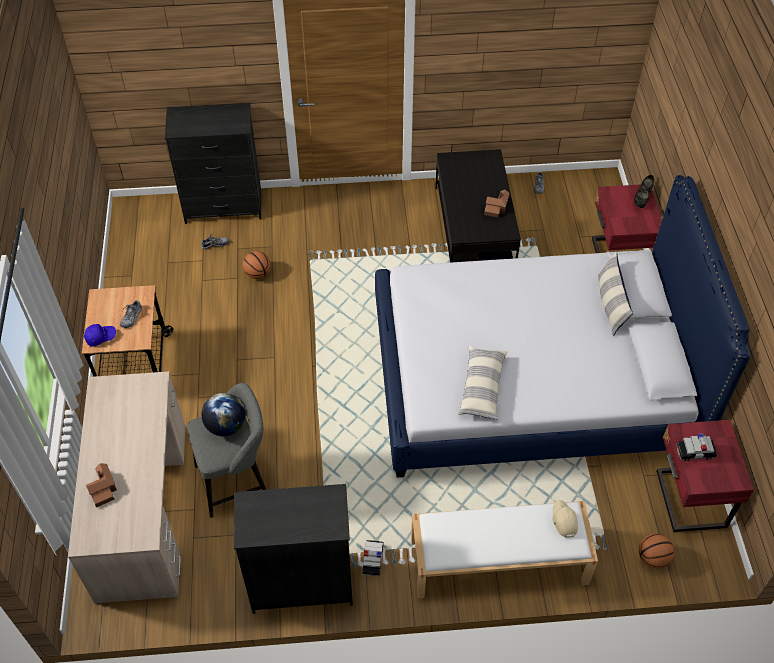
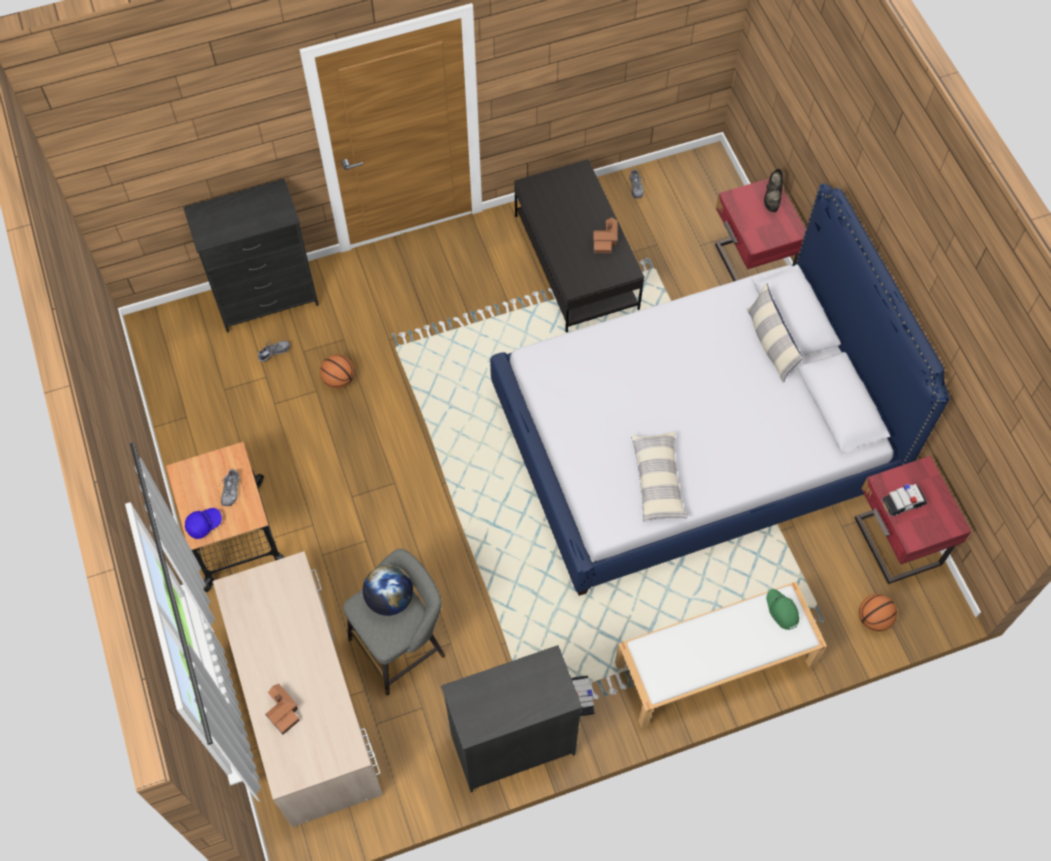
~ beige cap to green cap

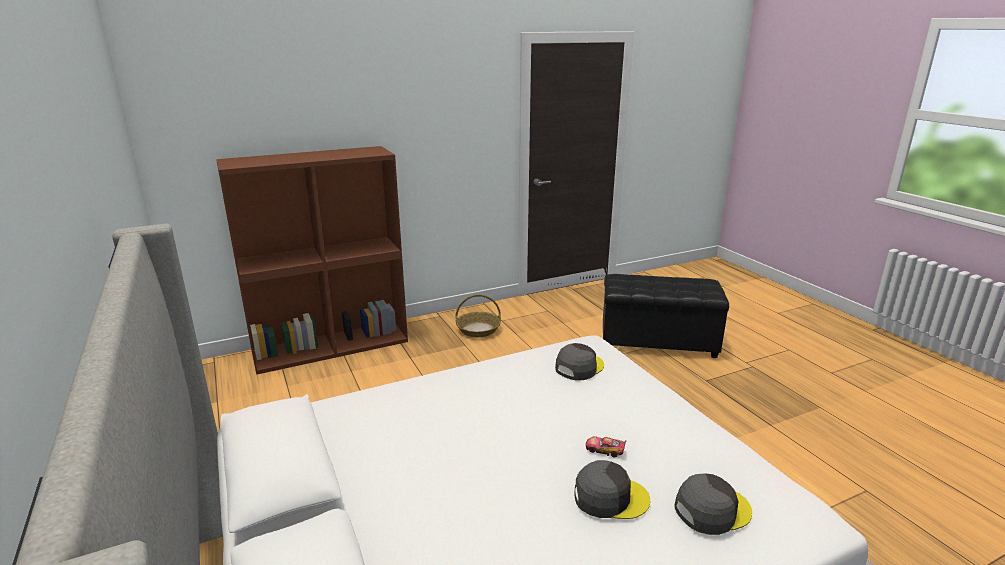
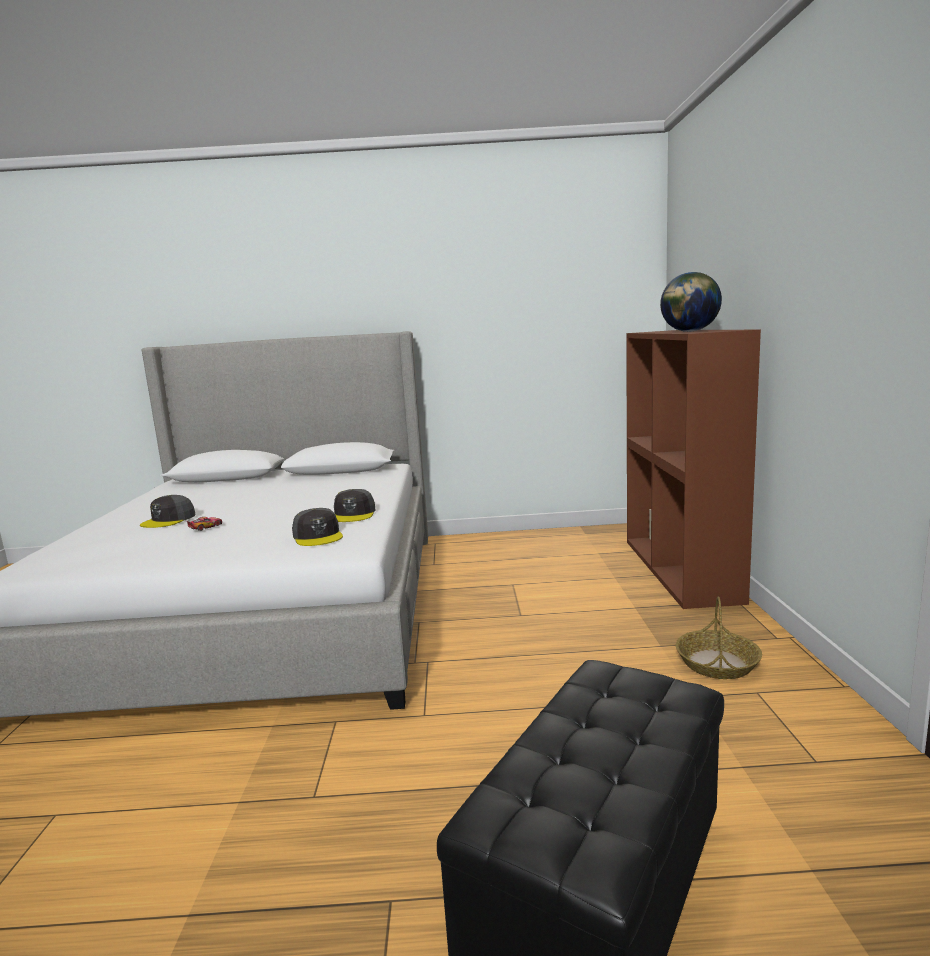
~ grey cap (no. 3 from left)
+ globe

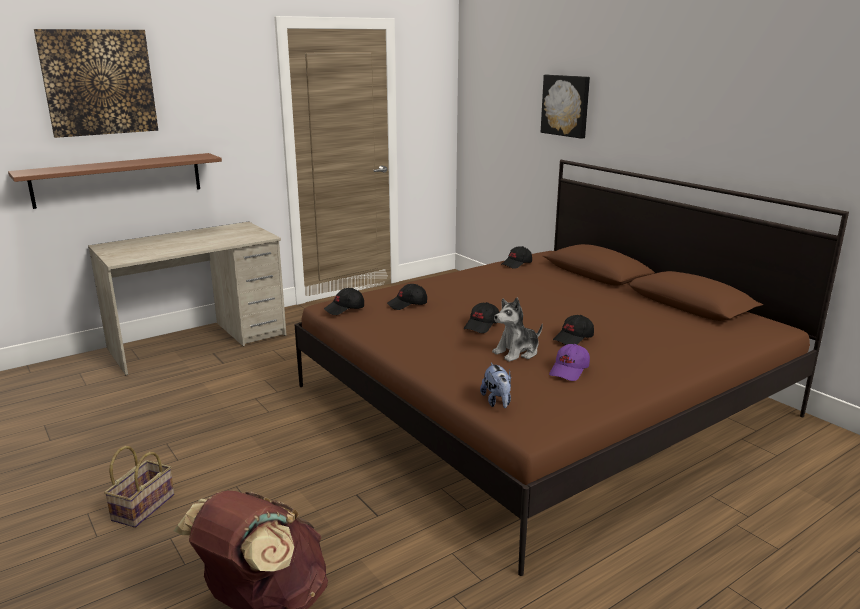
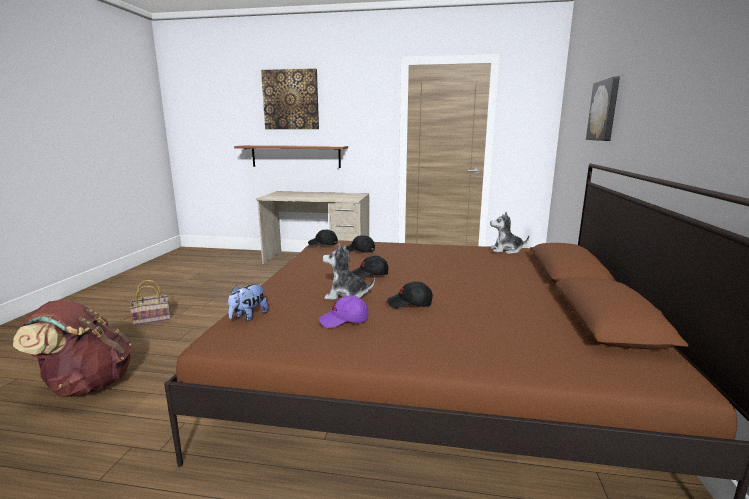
~ black cap (no. 4 from left) to plush toy (no. 3 from left)

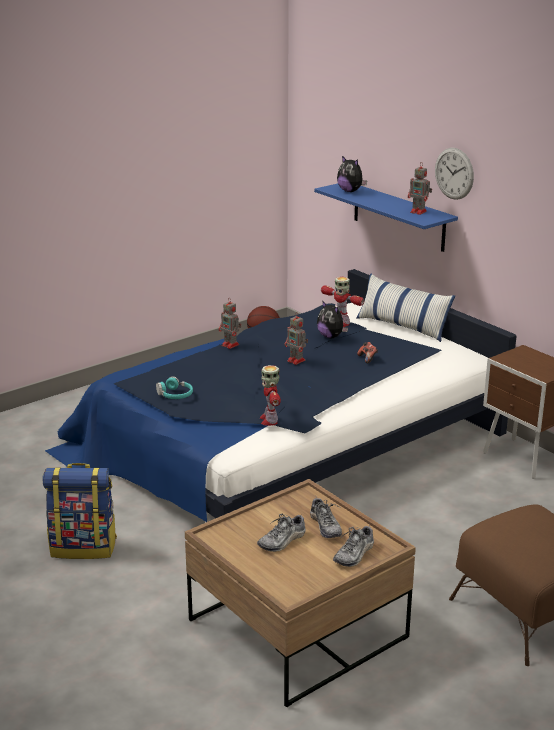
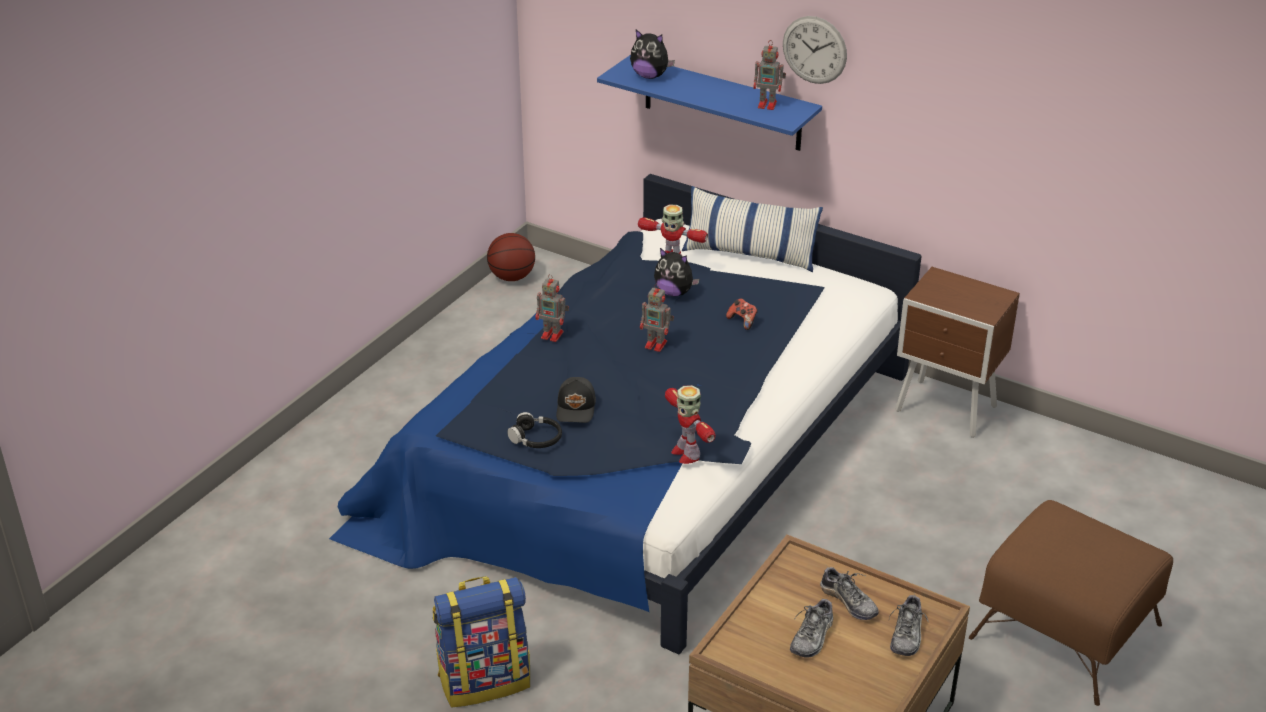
~ turquoise headphones to black headphones
+ black cap

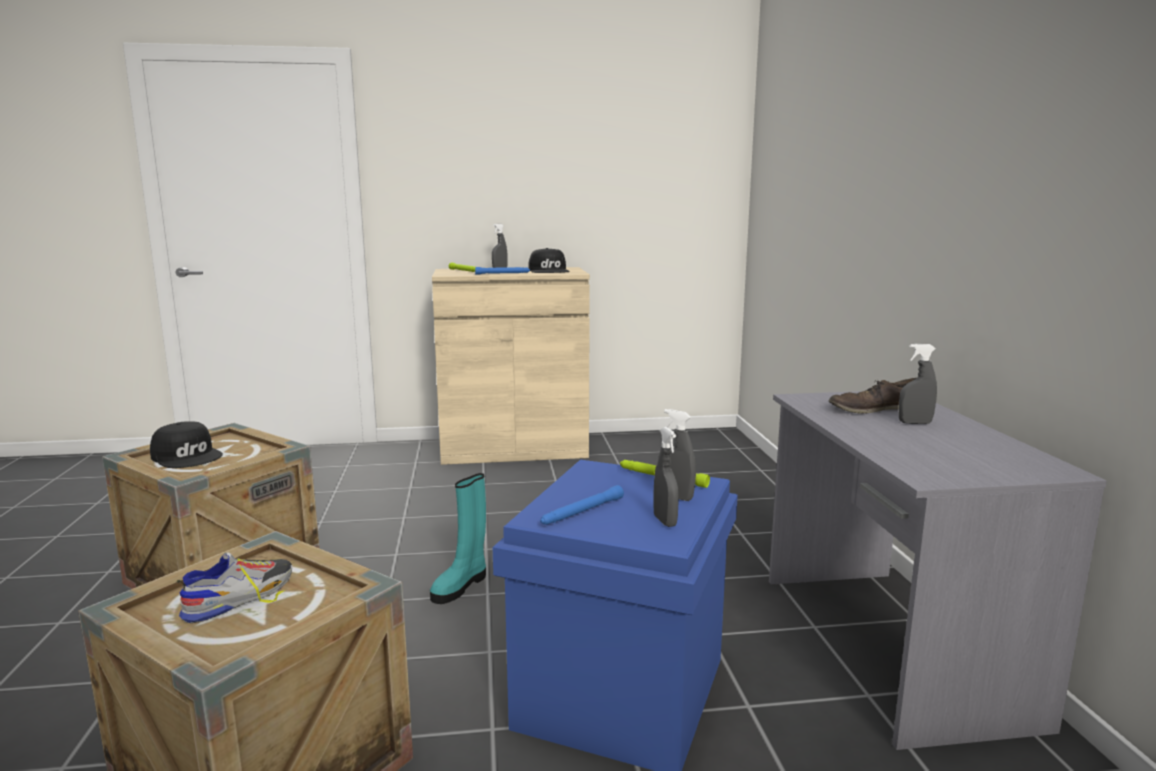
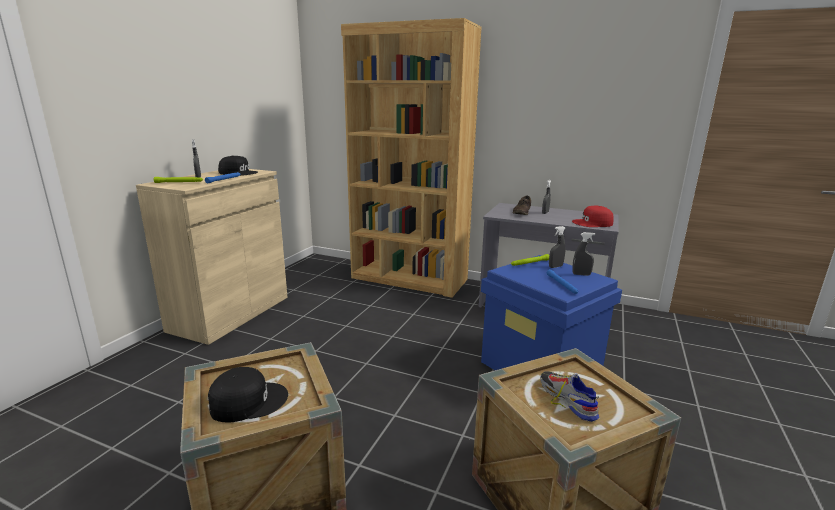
+ brown bookcase
+ red cap
- turquoise boot

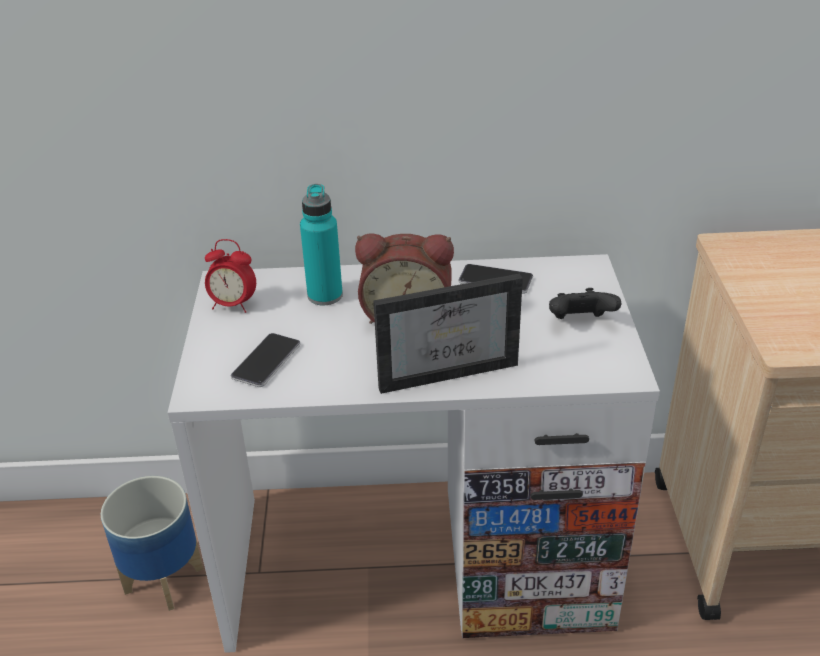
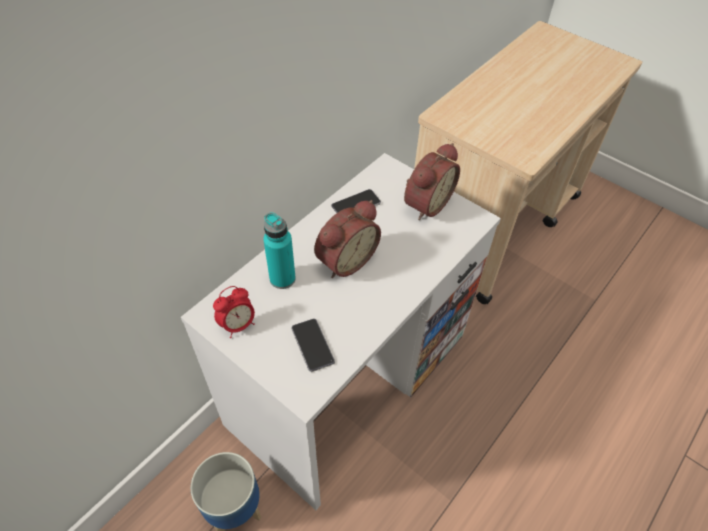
~ black game controller to alarm clock (no. 3 from left)
- picture frame

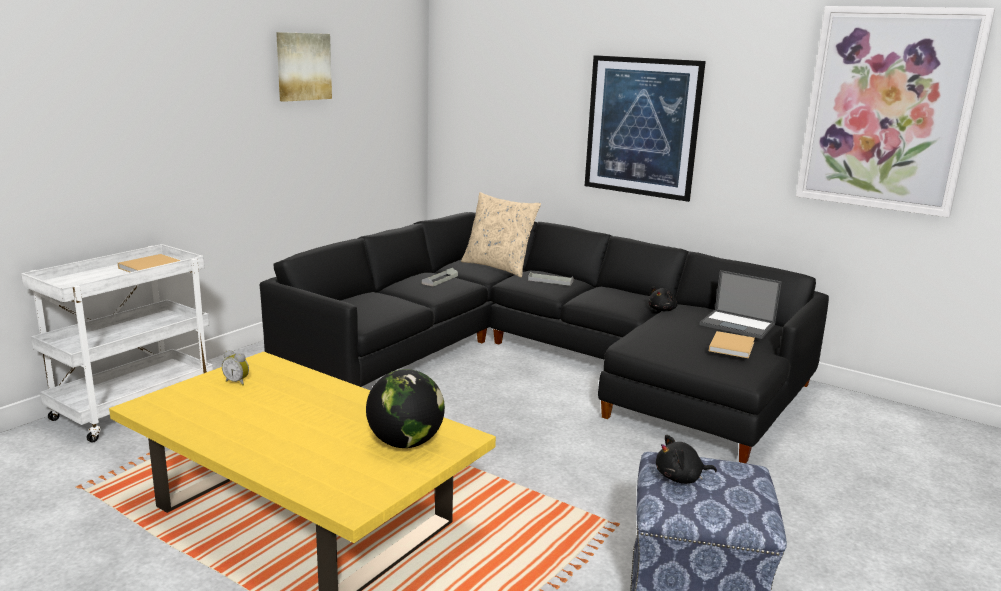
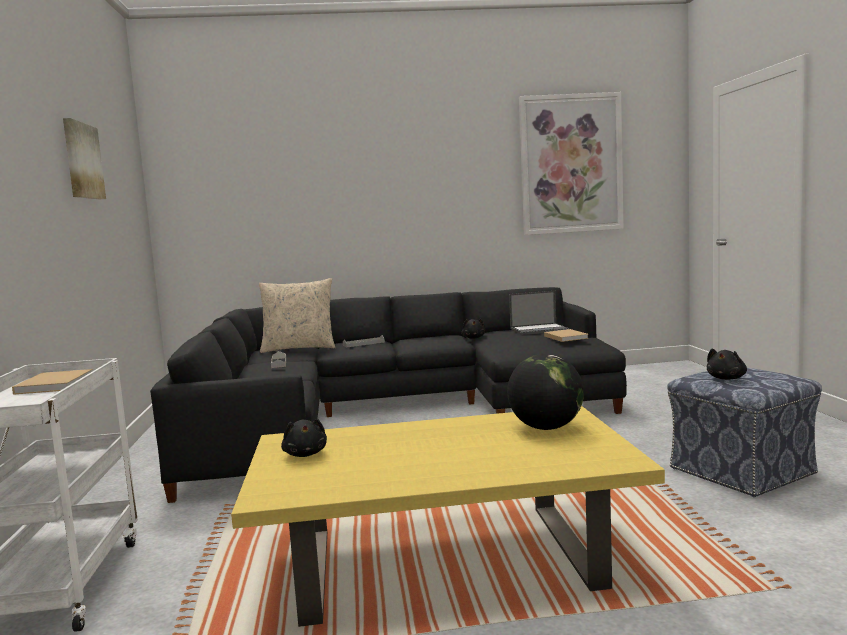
~ alarm clock to black plush toy (no. 1 from left)
- picture (no. 2 from left)

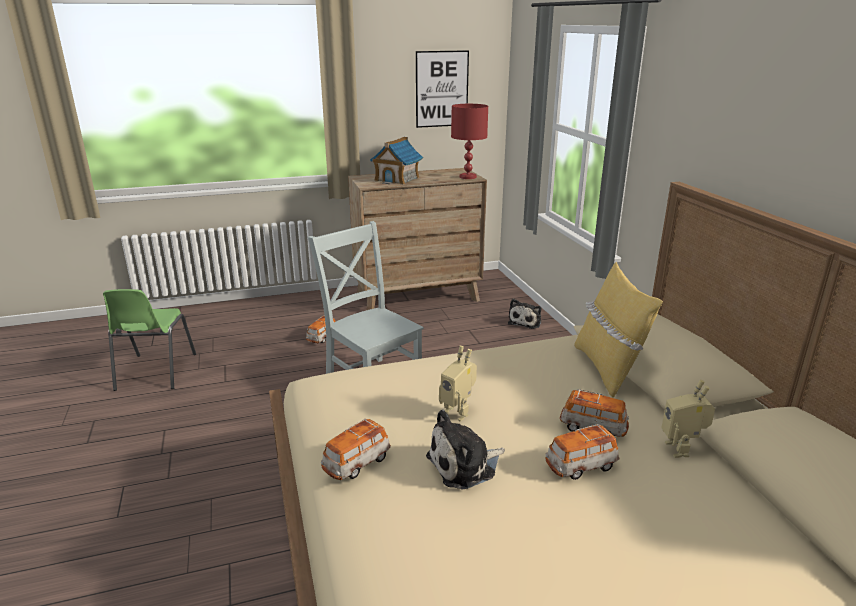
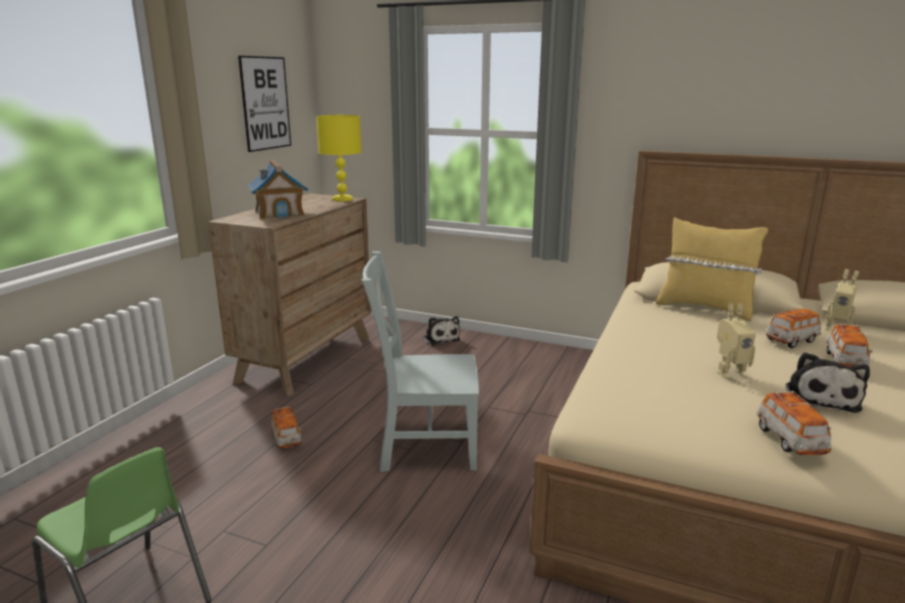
~ red table lamp to yellow table lamp

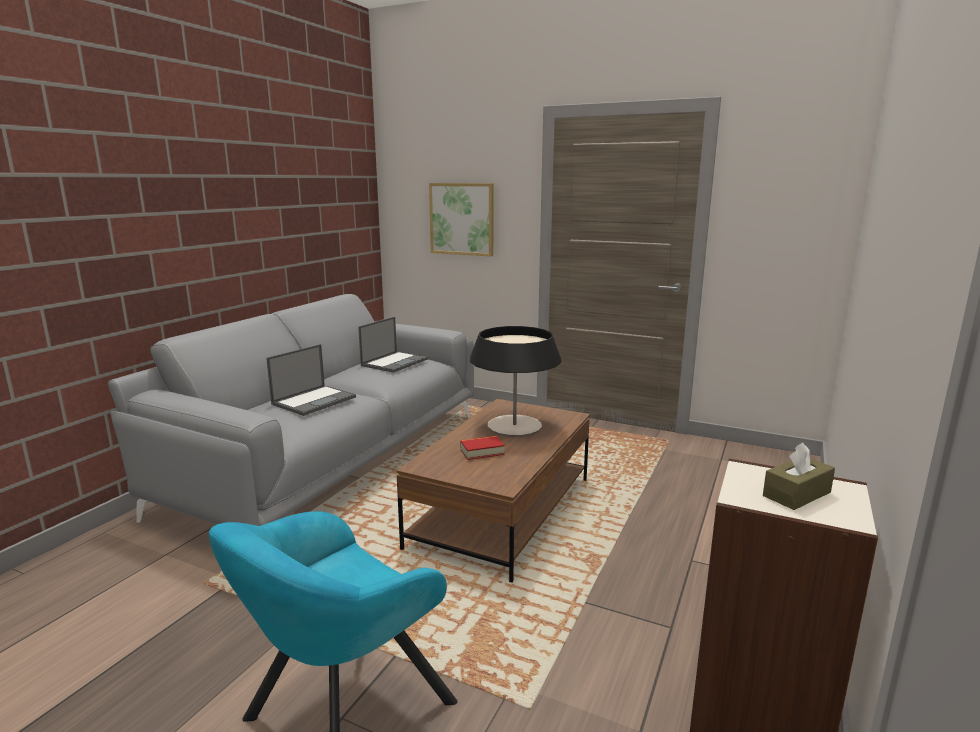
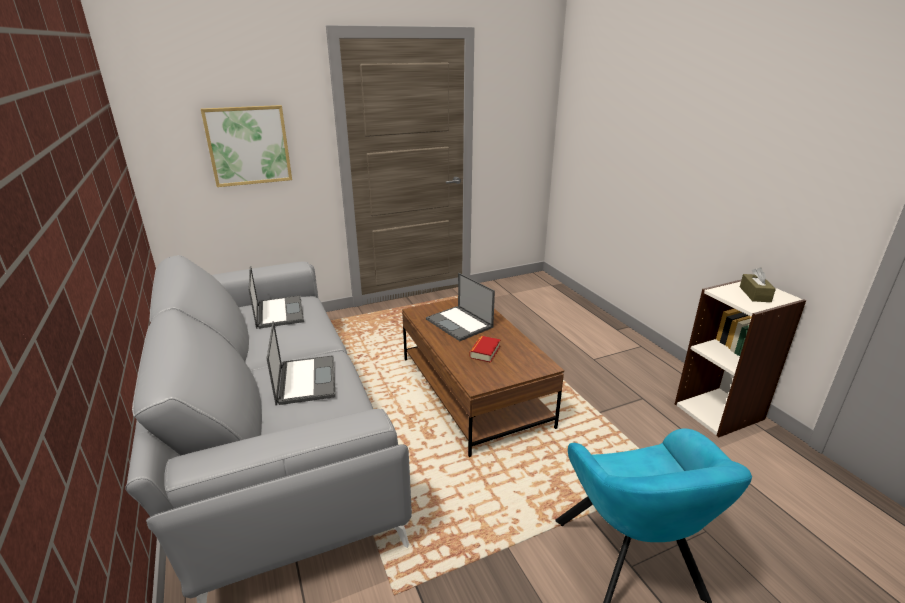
~ table lamp to laptop (no. 3 from left)

